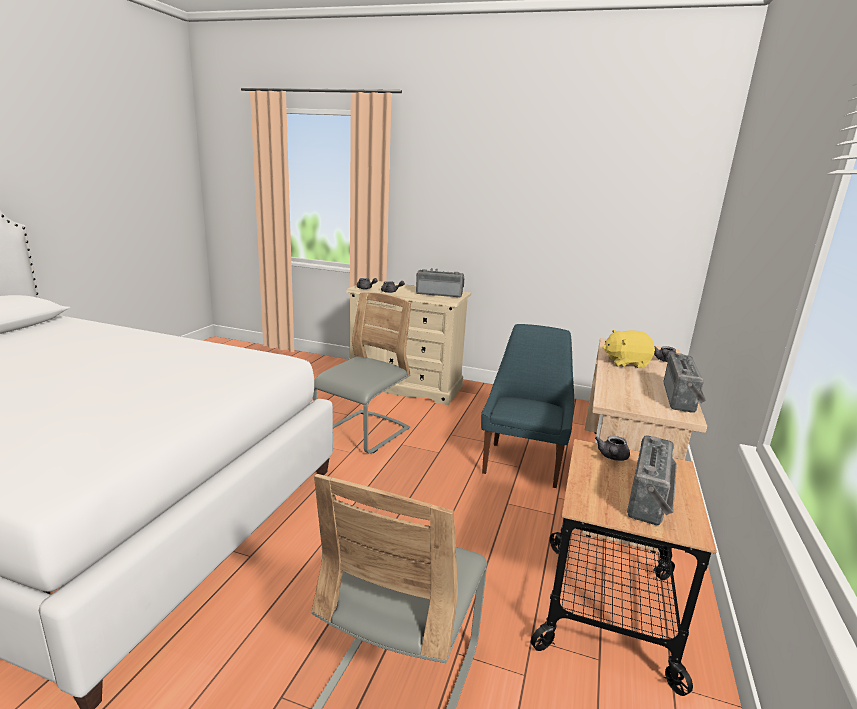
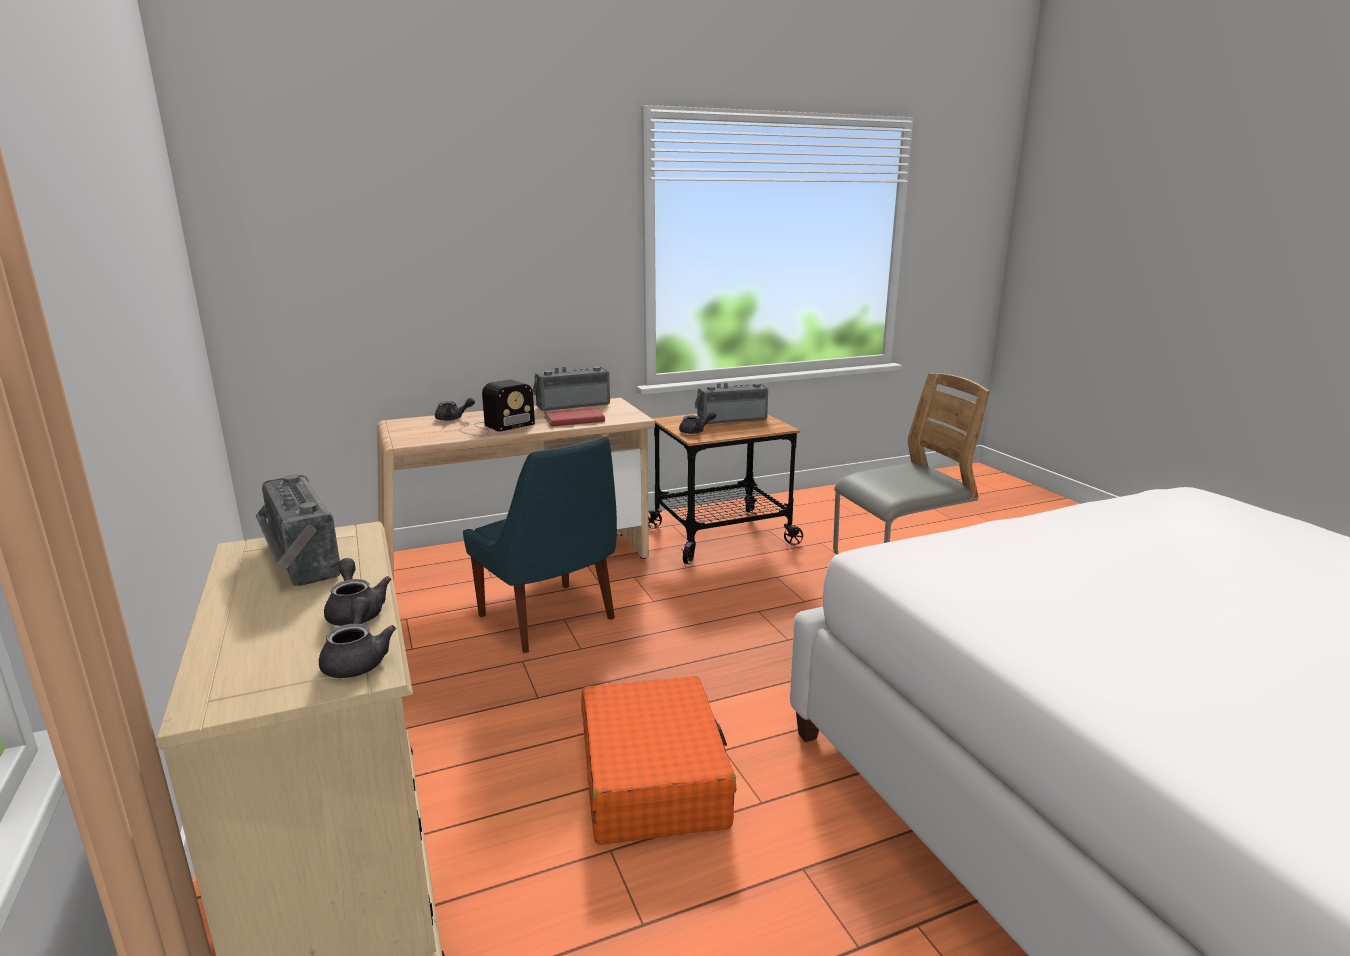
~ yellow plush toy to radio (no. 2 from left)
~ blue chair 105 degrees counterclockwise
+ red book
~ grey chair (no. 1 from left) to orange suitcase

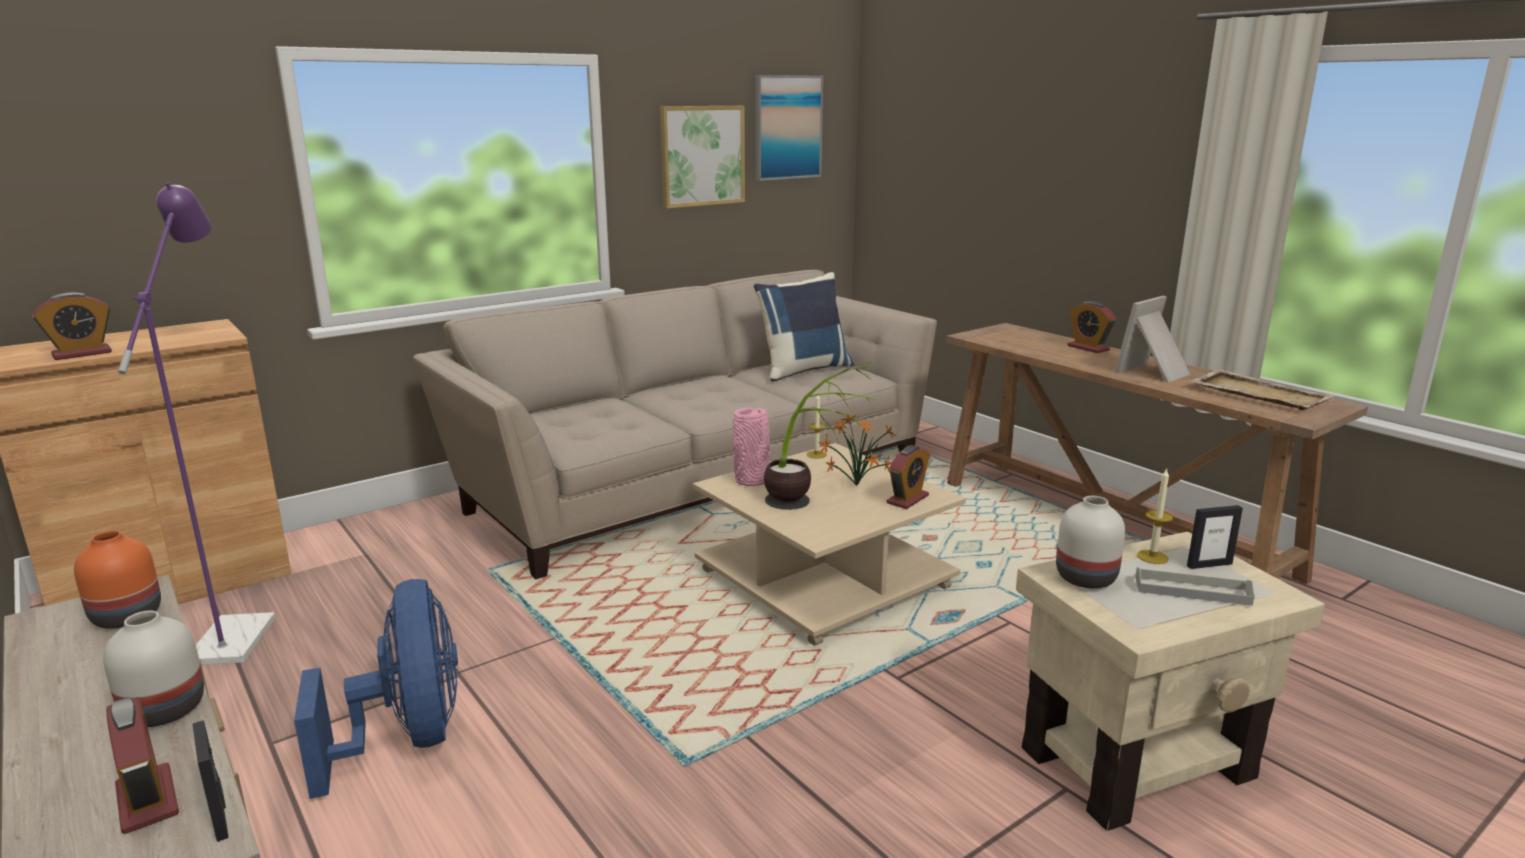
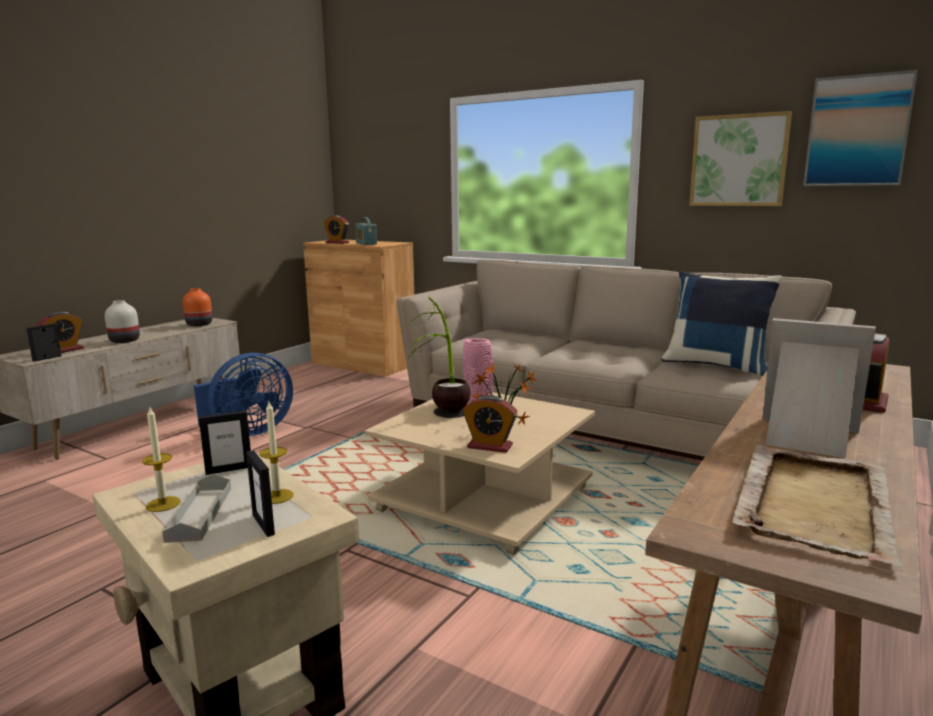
~ candle (no. 1 from left)
~ white vase (no. 2 from left) to picture frame (no. 2 from left)
+ radio
- purple floor lamp

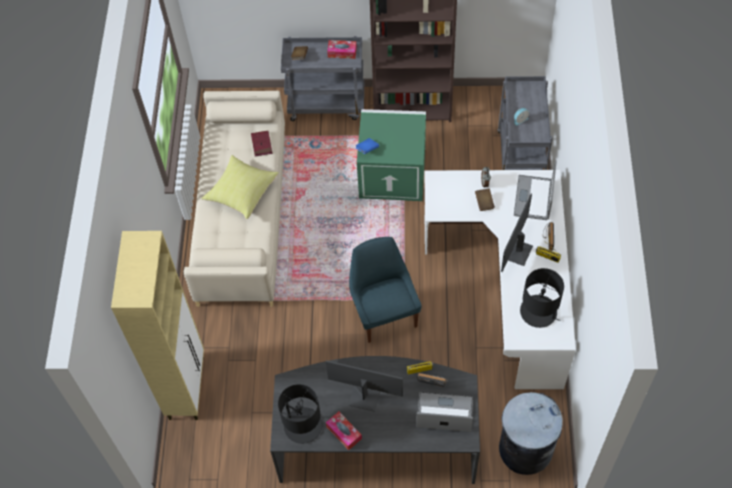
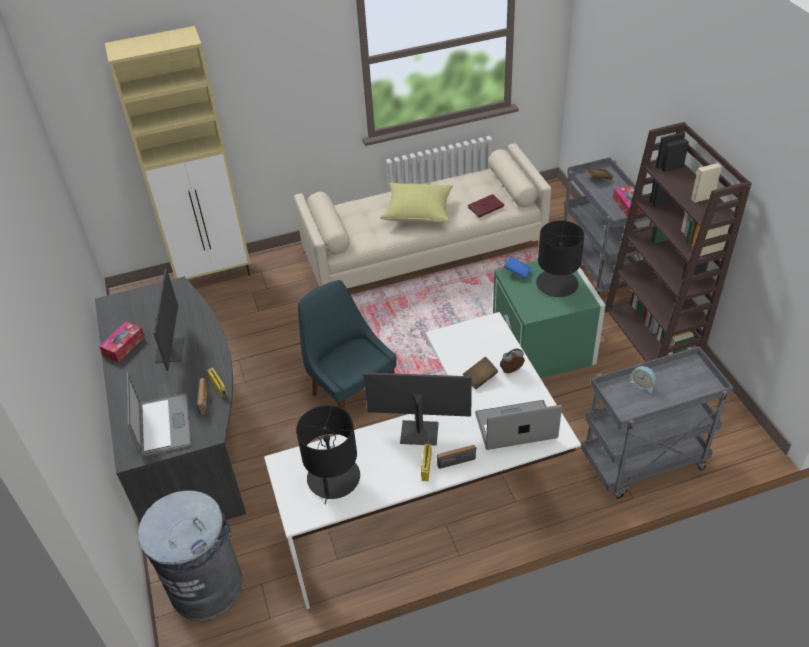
~ blue chair 90 degrees counterclockwise
~ black table lamp (no. 1 from left in the first image) to black table lamp (no. 2 from left)

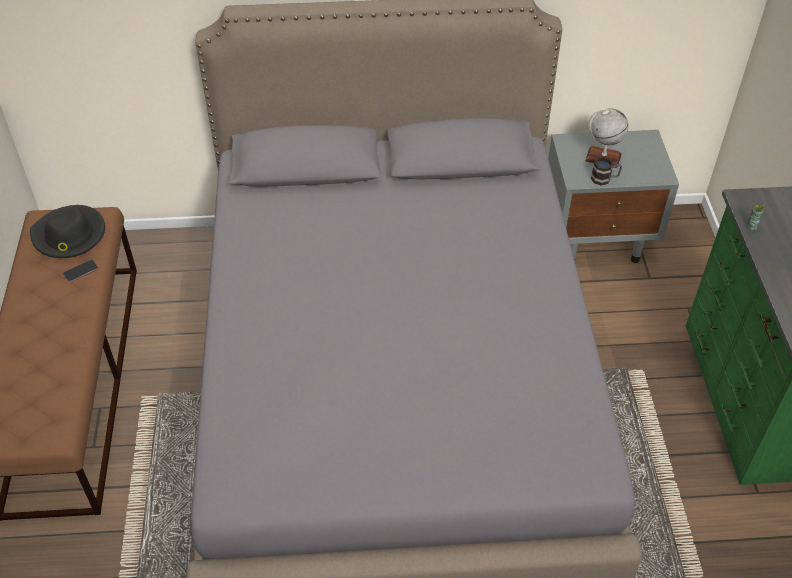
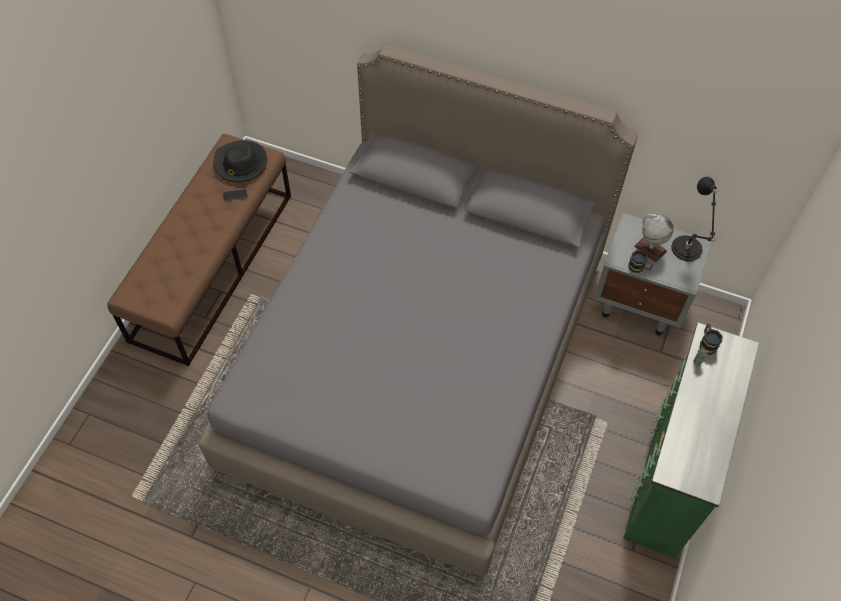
+ black table lamp
+ mug (no. 2 from left)

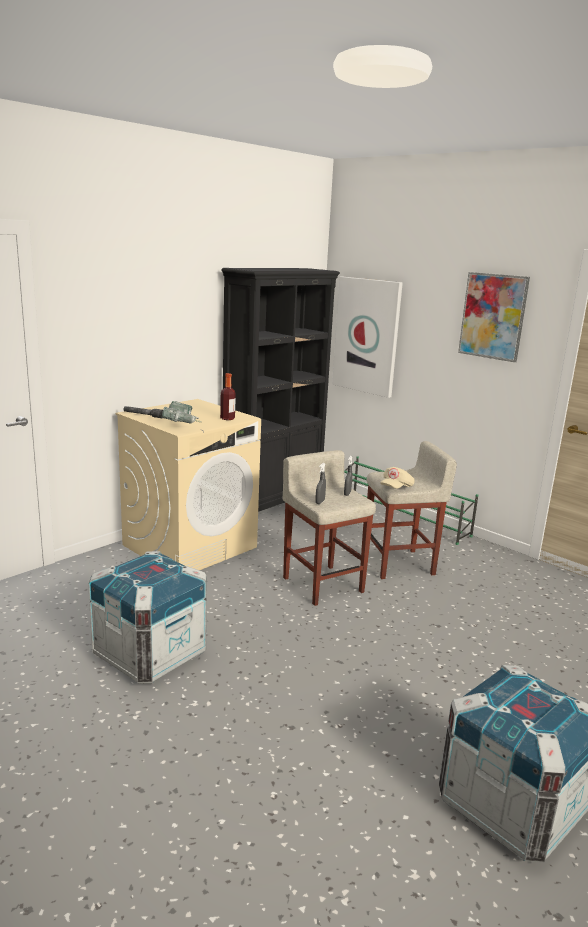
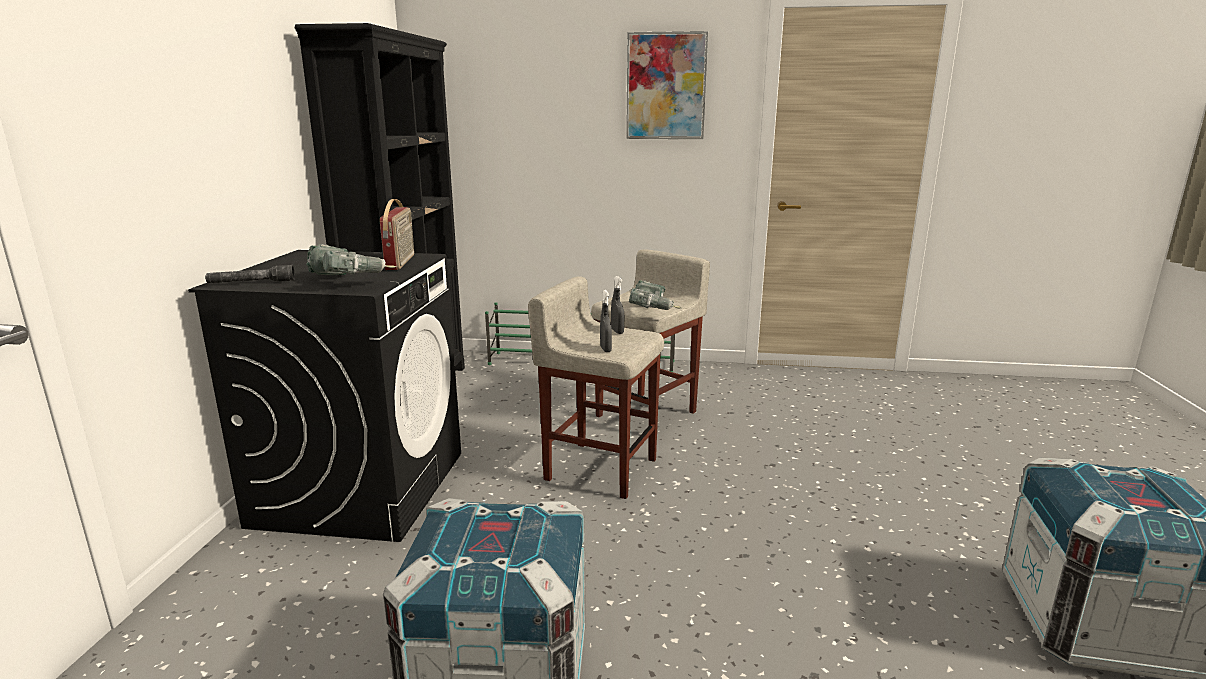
~ beige washing machine to black washing machine
~ bottle to radio
~ beige cap to power drill (no. 2 from left)
- picture (no. 1 from left)

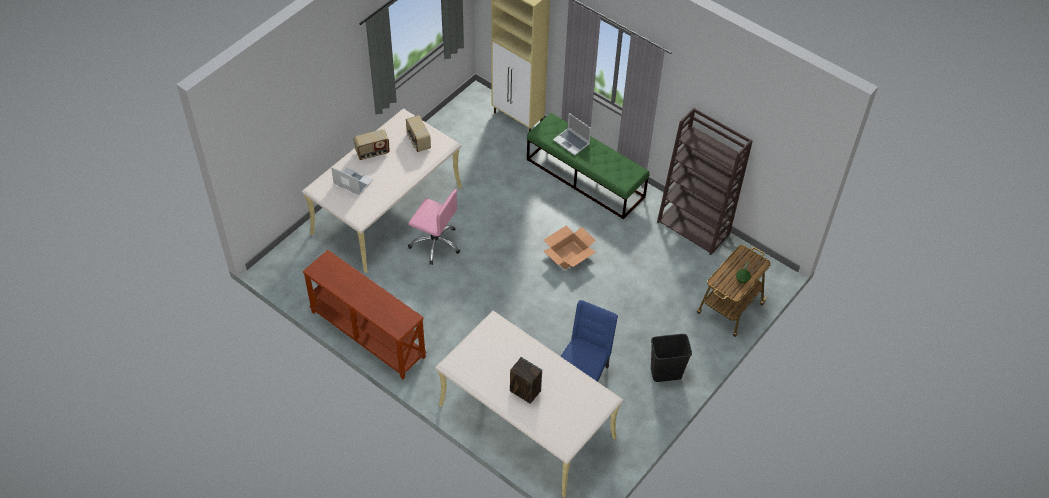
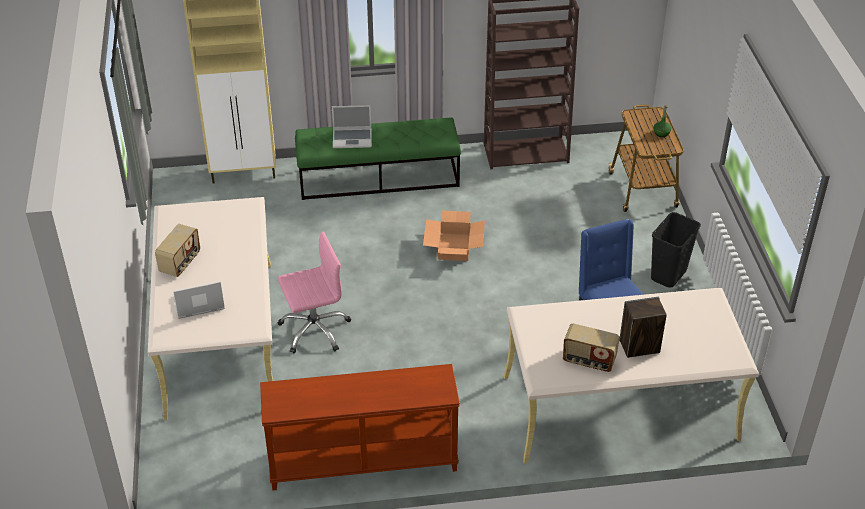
~ radio (no. 2 from left)

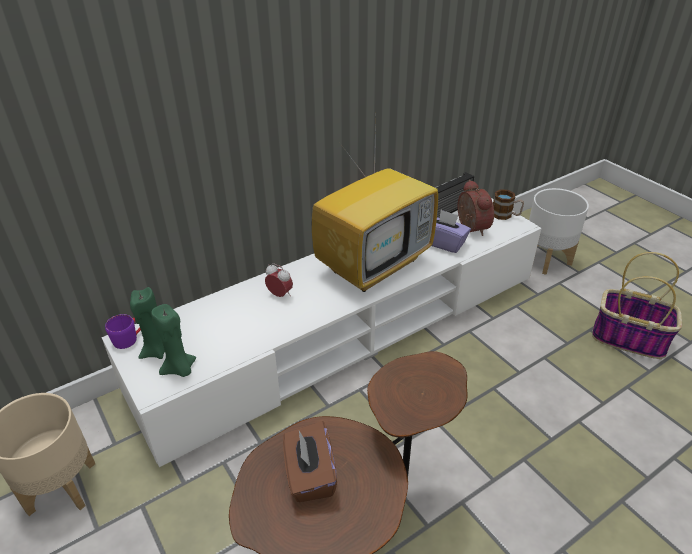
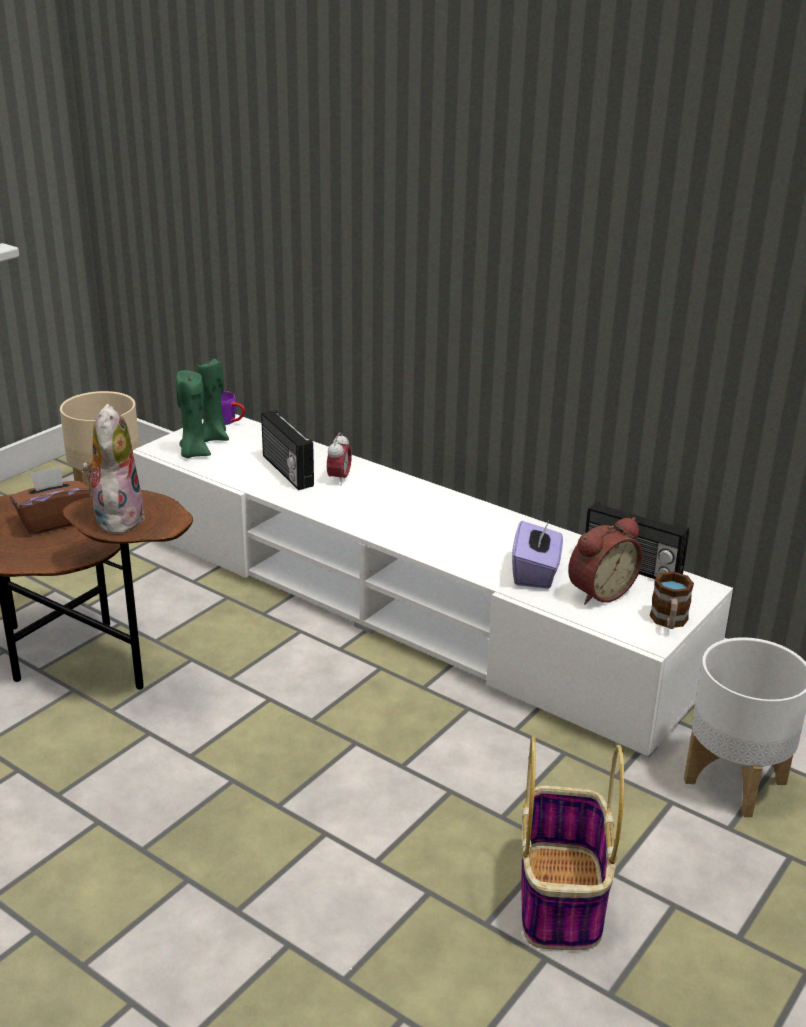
+ plush toy
+ radio (no. 1 from left)
- television

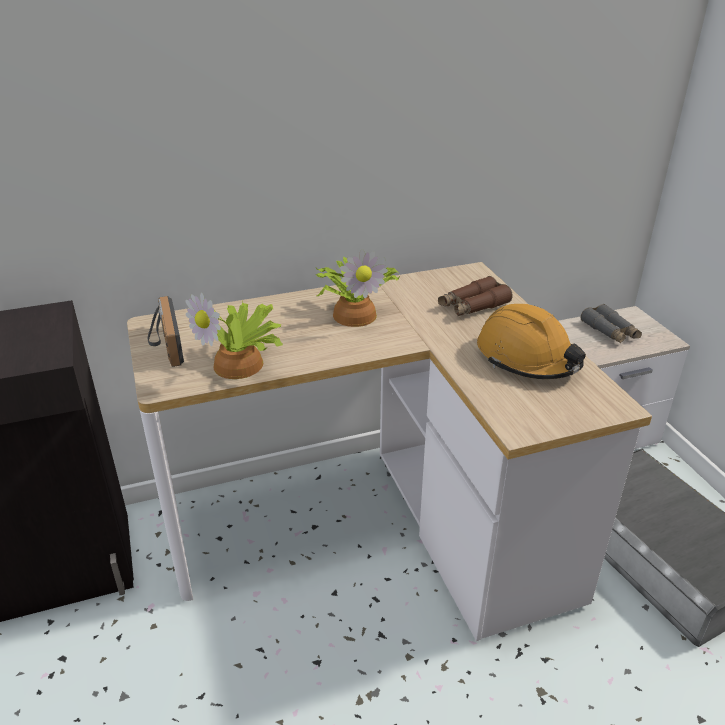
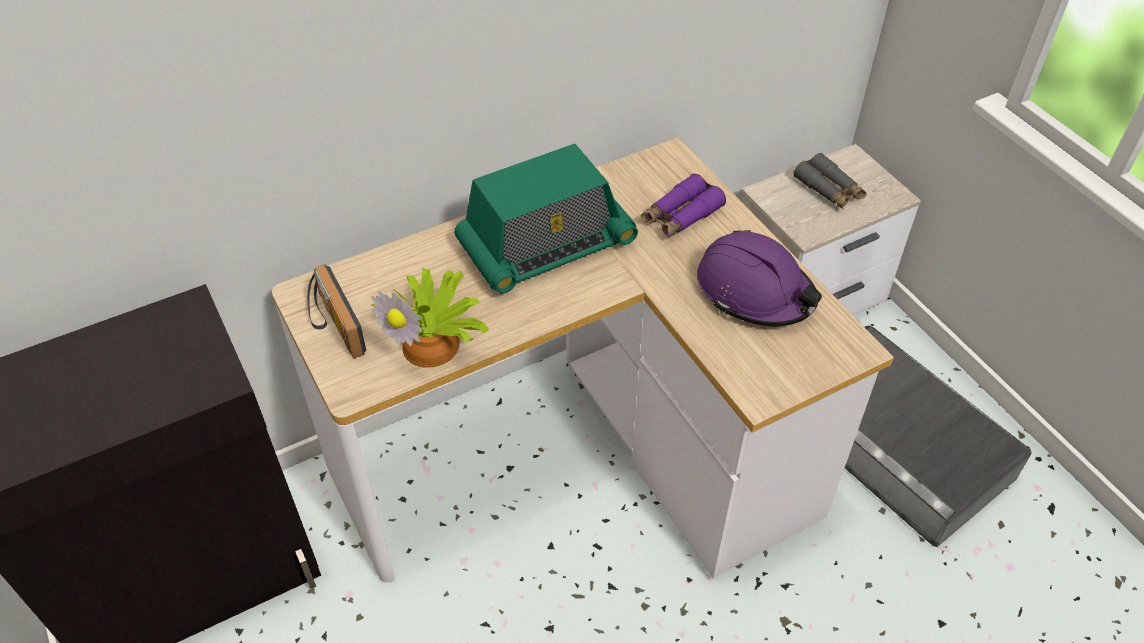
~ potted plant (no. 2 from left) to radio (no. 2 from left)
~ brown binoculars to purple binoculars
~ orange hard hat to purple hard hat

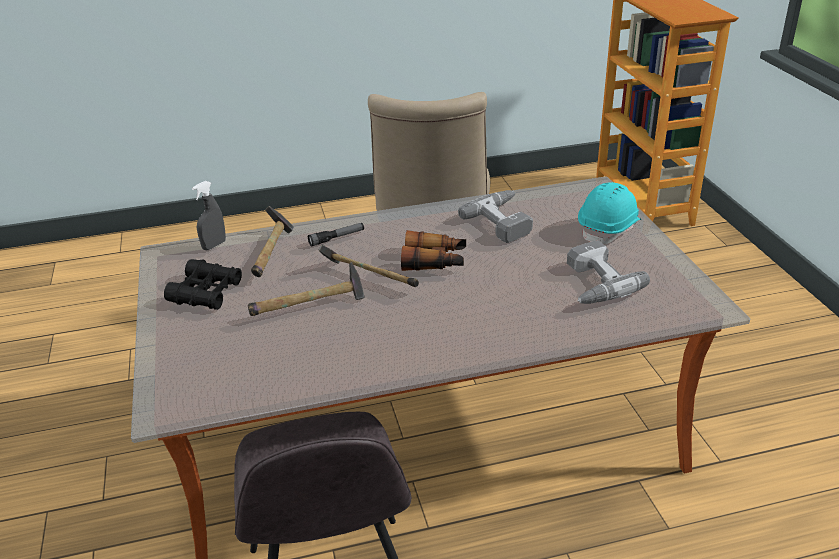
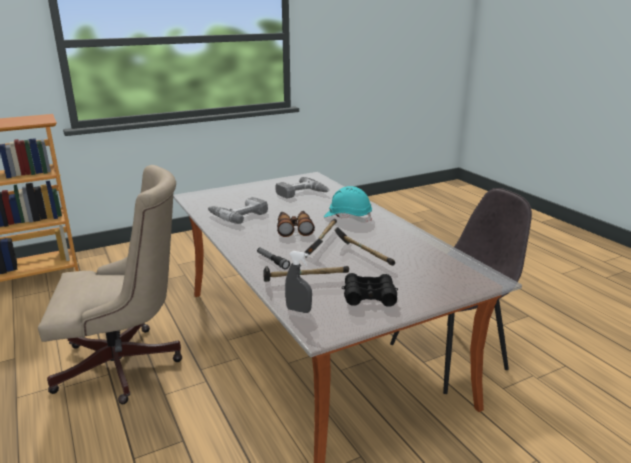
~ turquoise hard hat

